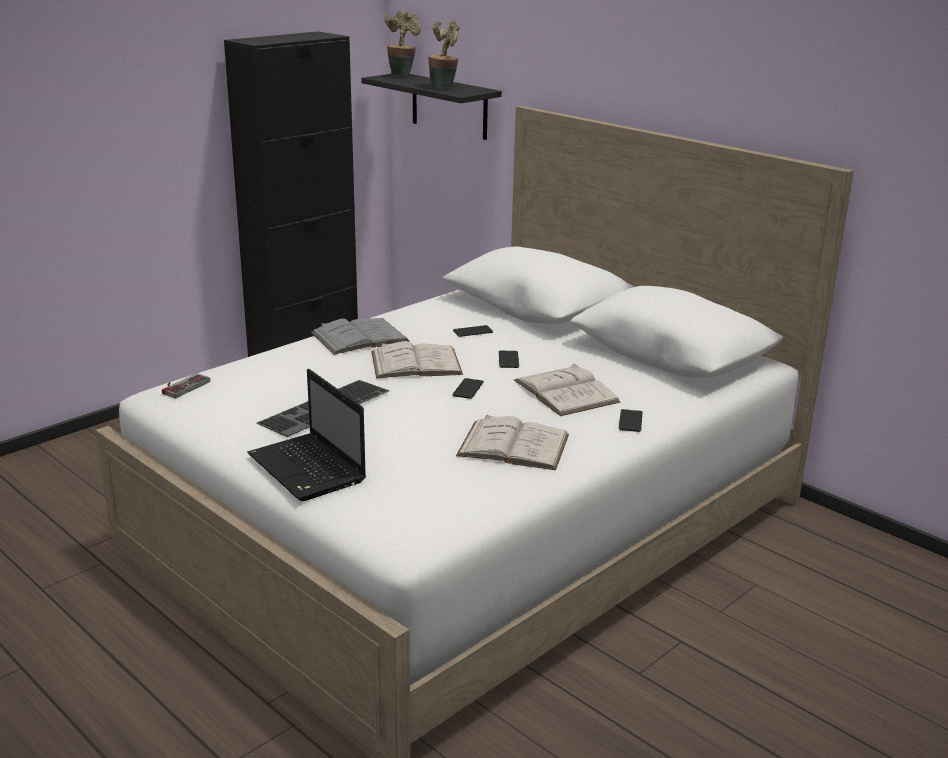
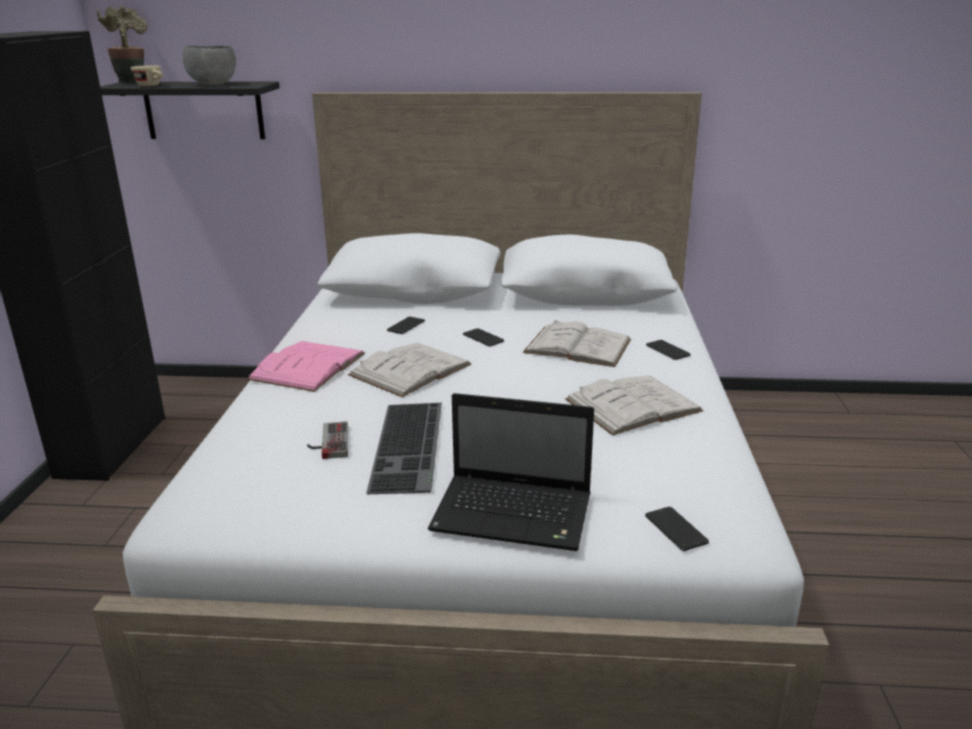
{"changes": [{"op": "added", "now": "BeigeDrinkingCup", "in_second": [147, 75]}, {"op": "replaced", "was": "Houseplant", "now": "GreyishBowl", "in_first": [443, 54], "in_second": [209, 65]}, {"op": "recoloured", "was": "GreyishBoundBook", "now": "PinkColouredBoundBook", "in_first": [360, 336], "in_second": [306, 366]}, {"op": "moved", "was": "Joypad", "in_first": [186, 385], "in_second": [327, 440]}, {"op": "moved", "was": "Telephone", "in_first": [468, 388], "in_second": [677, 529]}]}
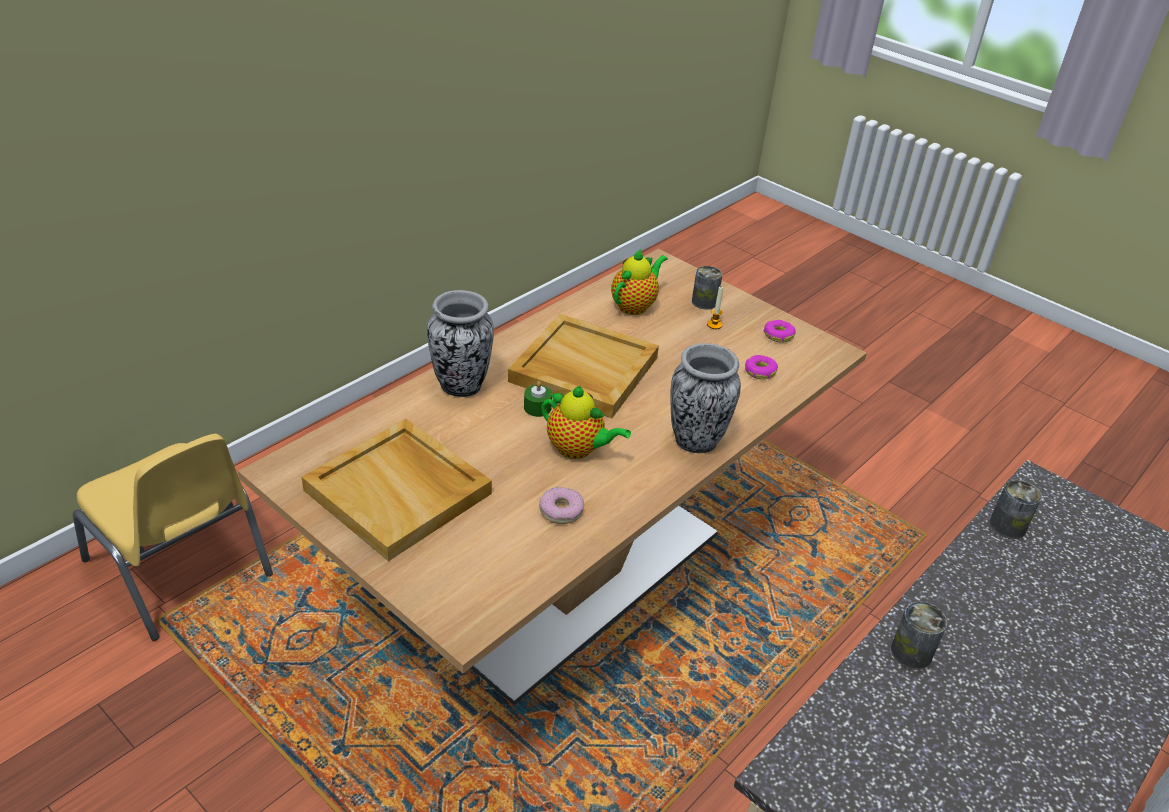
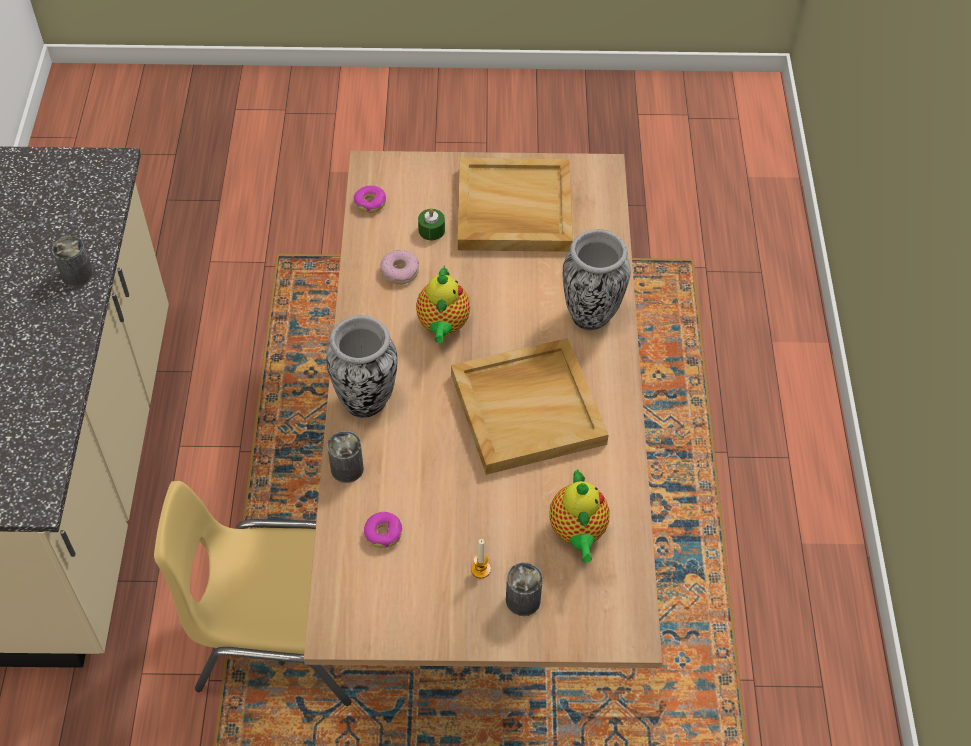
{"changes": [{"op": "moved", "was": "YellowishChair", "in_first": [173, 537], "in_second": [252, 593]}, {"op": "moved", "was": "Can", "in_first": [1016, 509], "in_second": [345, 457]}, {"op": "moved", "was": "Donut", "in_first": [780, 331], "in_second": [370, 199]}, {"op": "turned", "was": "Teapot", "in_first": [586, 422], "in_second": [443, 304], "clockwise": -75}, {"op": "moved", "was": "GreenWaxCandle", "in_first": [538, 399], "in_second": [431, 224]}]}
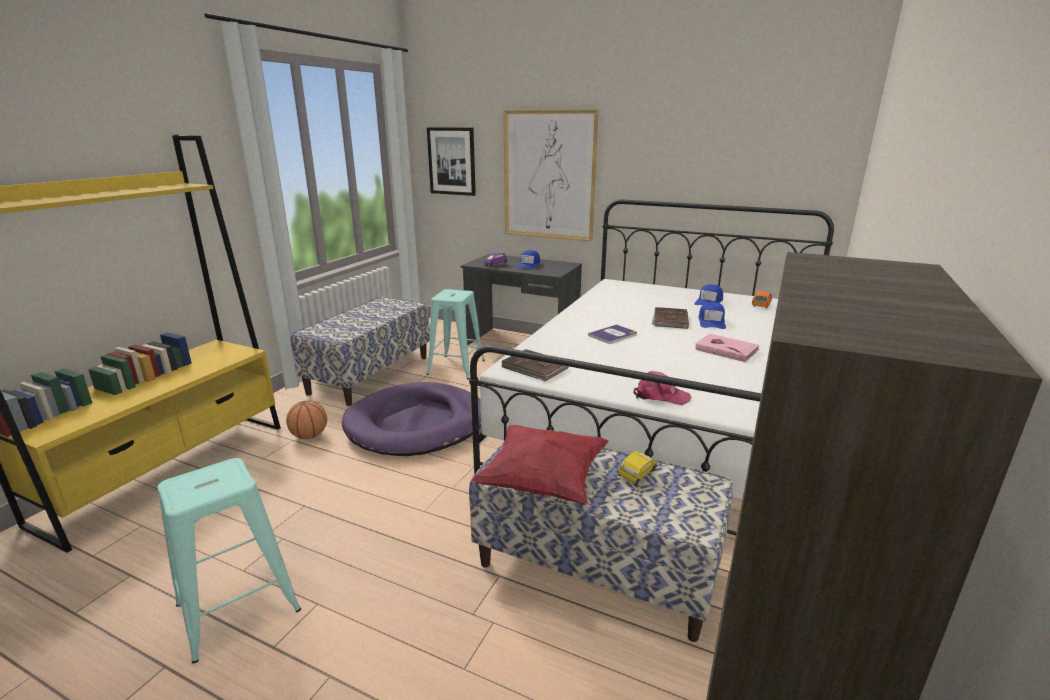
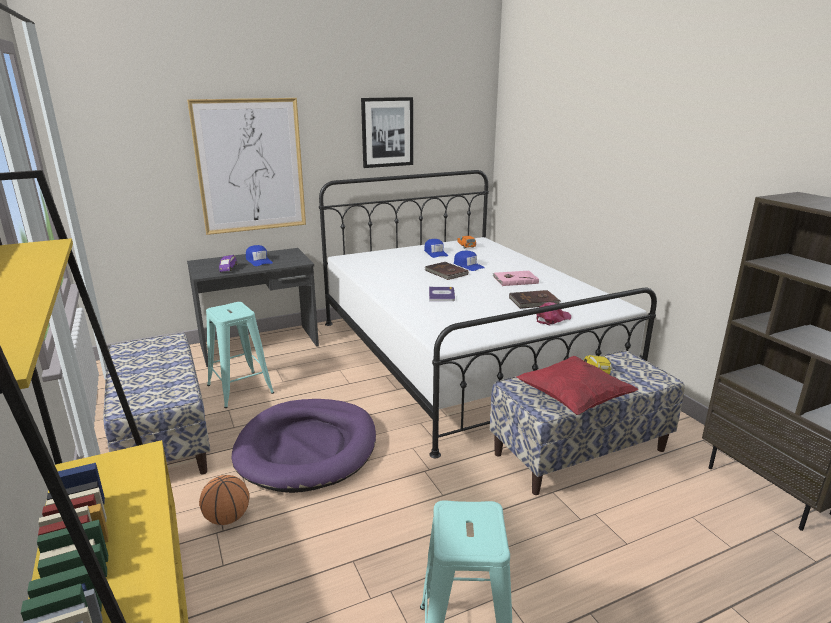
{"changes": [{"op": "moved", "was": "WallArt", "in_first": [451, 161], "in_second": [387, 132]}, {"op": "moved", "was": "BrownishBoundBook", "in_first": [535, 365], "in_second": [535, 299]}]}
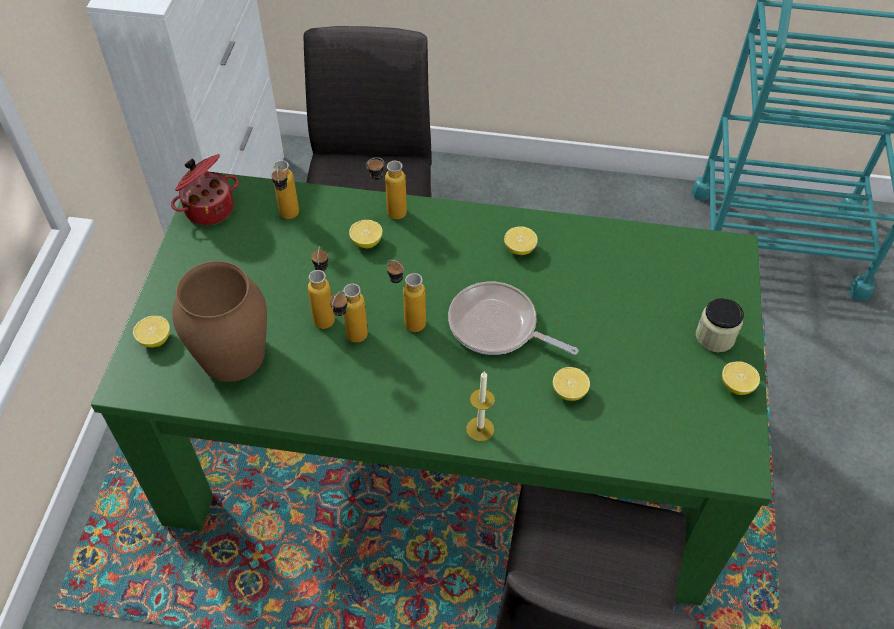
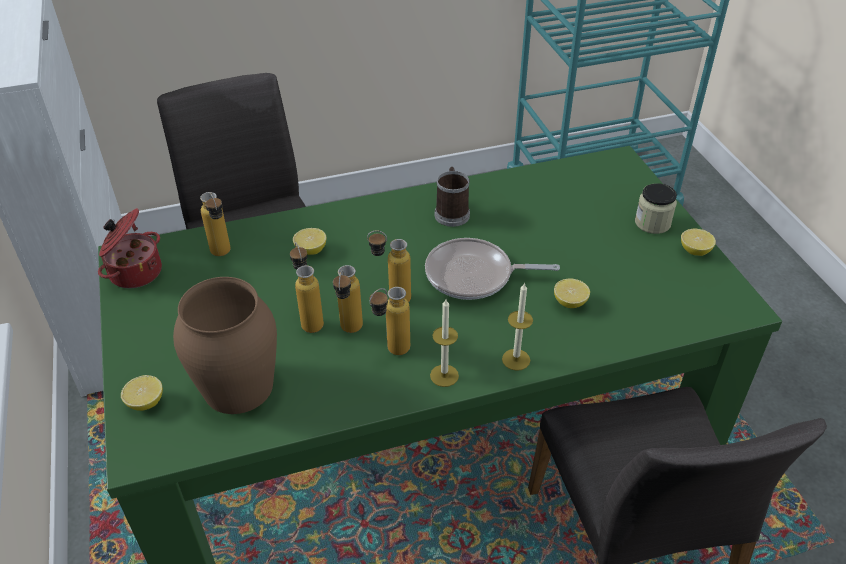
{"changes": [{"op": "moved", "was": "Bottle", "in_first": [386, 188], "in_second": [389, 321]}, {"op": "added", "now": "WaxCandle", "in_second": [444, 343]}, {"op": "replaced", "was": "Lemon", "now": "TeaMug", "in_first": [521, 240], "in_second": [452, 197]}]}
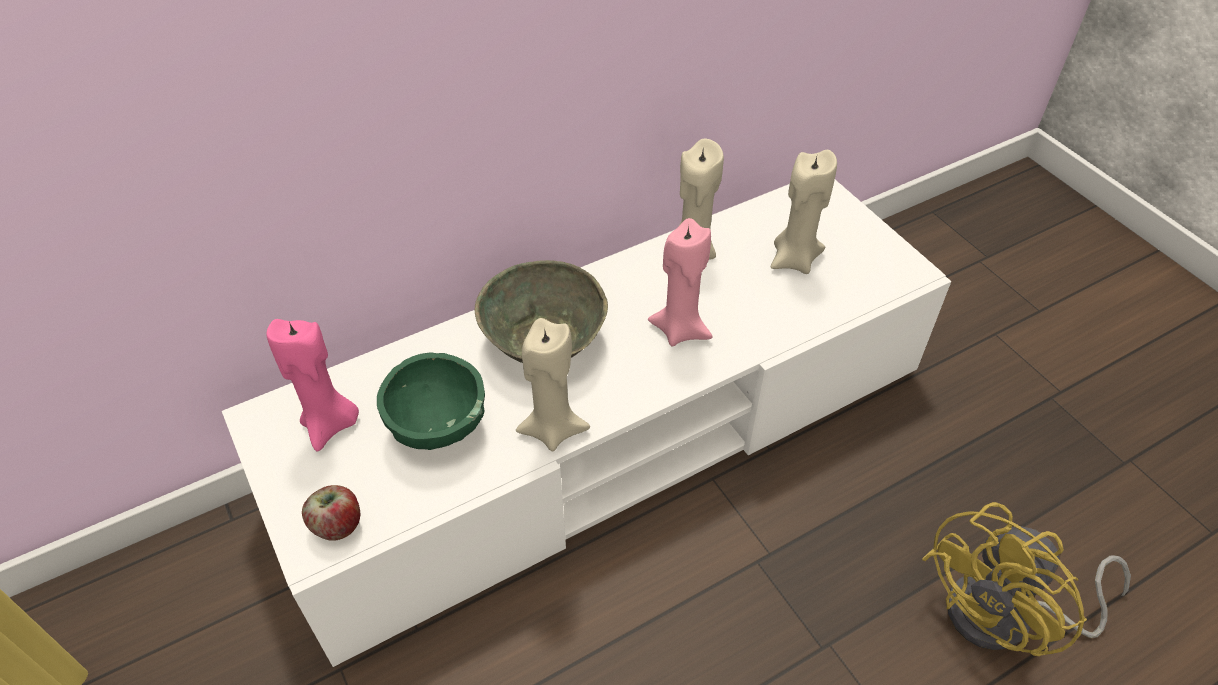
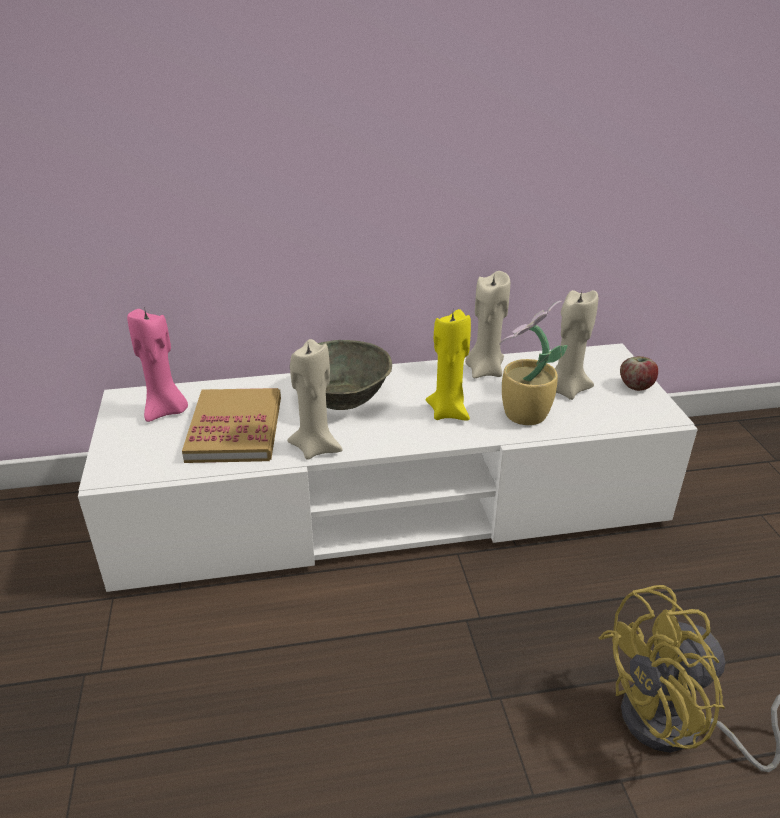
{"changes": [{"op": "replaced", "was": "GreenBowl", "now": "BoundBook", "in_first": [431, 401], "in_second": [231, 425]}, {"op": "recoloured", "was": "PinkColouredWaxCandle", "now": "YellowishWaxCandle", "in_first": [680, 282], "in_second": [448, 365]}, {"op": "added", "now": "Houseplant", "in_second": [533, 363]}, {"op": "moved", "was": "Apple", "in_first": [331, 513], "in_second": [639, 373]}]}
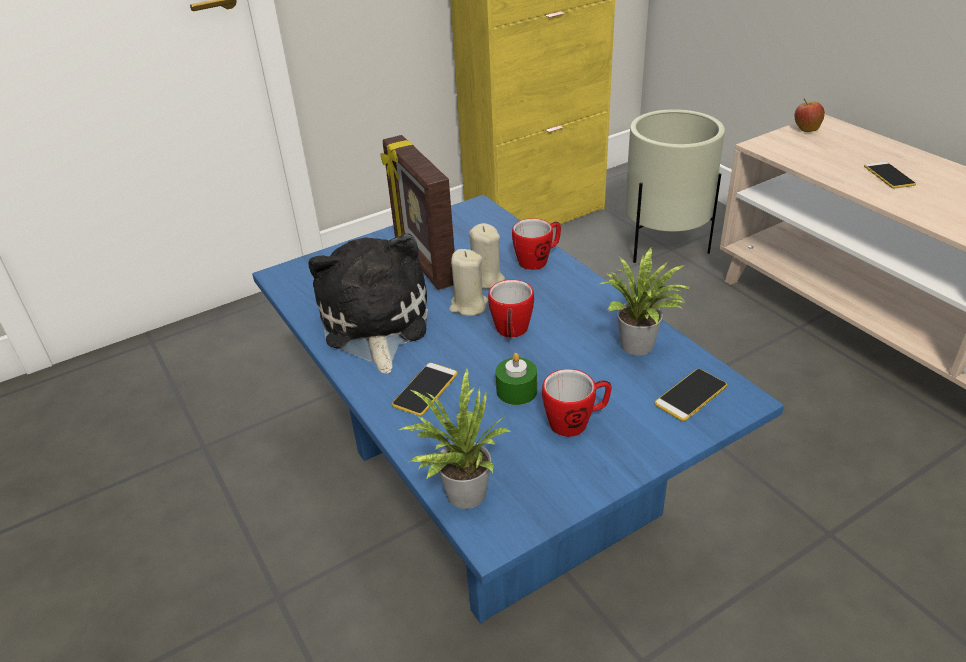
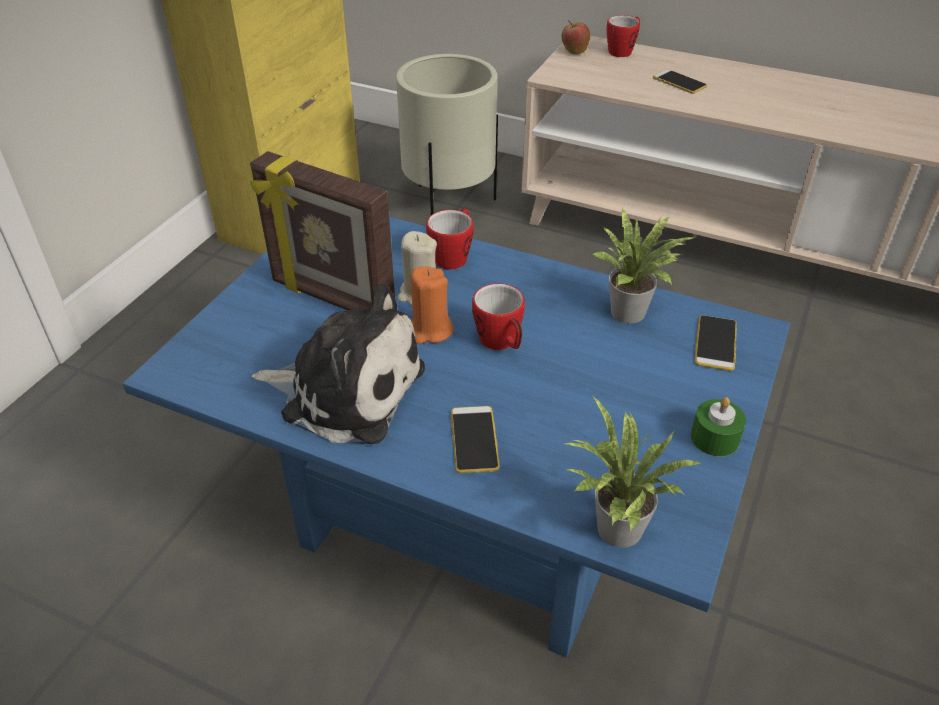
{"changes": [{"op": "turned", "was": "SoftToy", "in_first": [368, 303], "in_second": [338, 363], "clockwise": 150}, {"op": "recoloured", "was": "BeigeWaxCandle", "now": "OrangeColouredWaxCandle", "in_first": [468, 282], "in_second": [432, 305]}, {"op": "moved", "was": "TeaMug", "in_first": [577, 403], "in_second": [623, 36]}, {"op": "moved", "was": "GreenWaxCandle", "in_first": [516, 379], "in_second": [718, 426]}]}
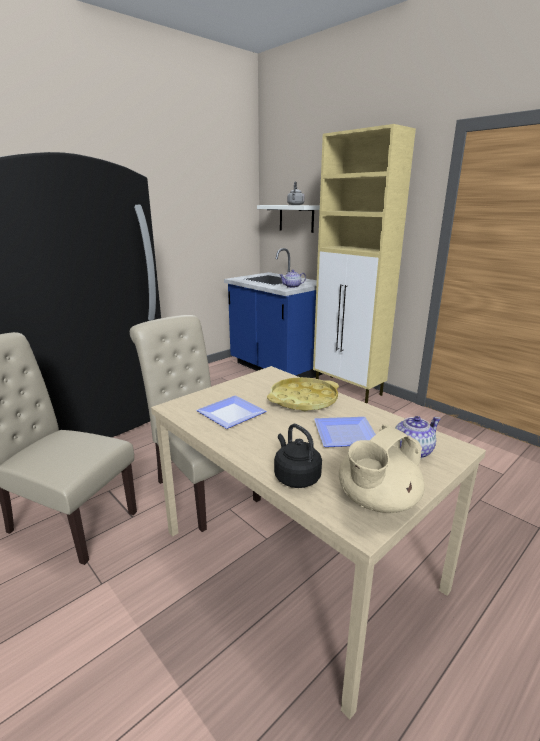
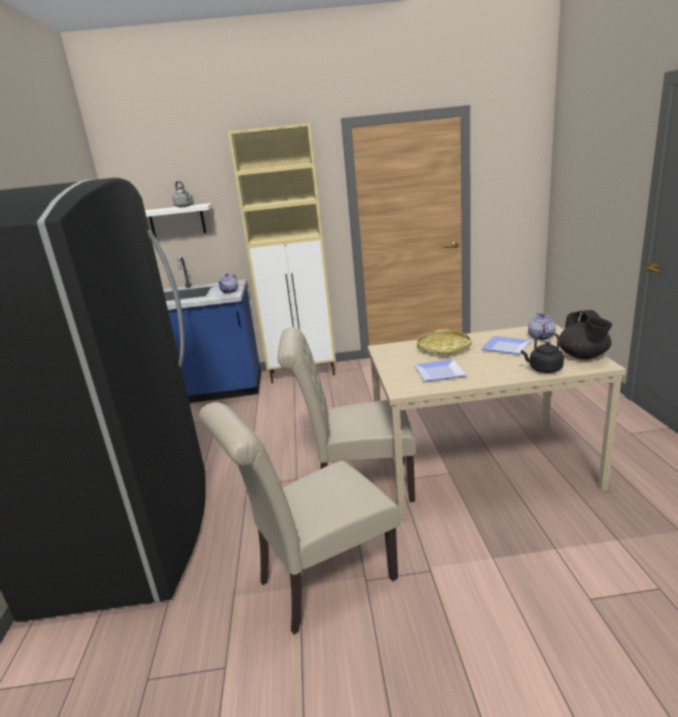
{"changes": [{"op": "recoloured", "was": "BeigeTeapot", "now": "BlackishTeapot", "in_first": [382, 469], "in_second": [585, 335]}]}
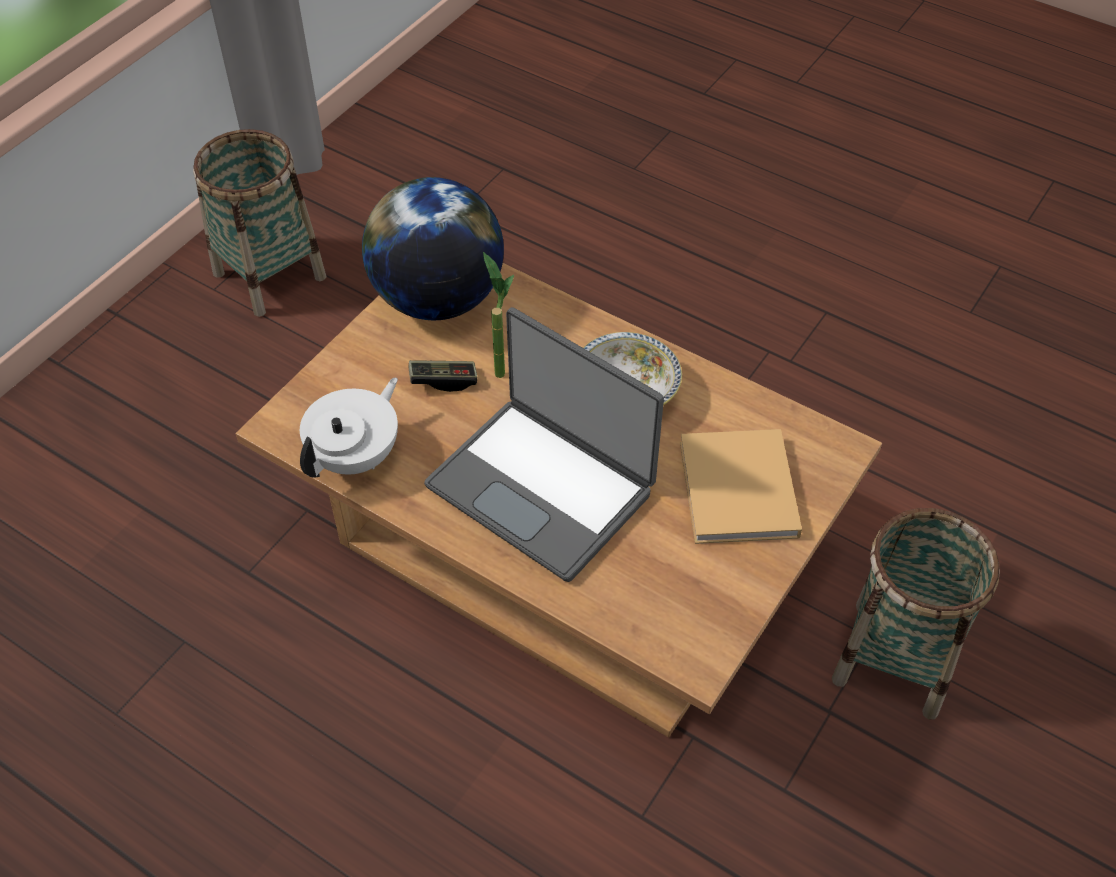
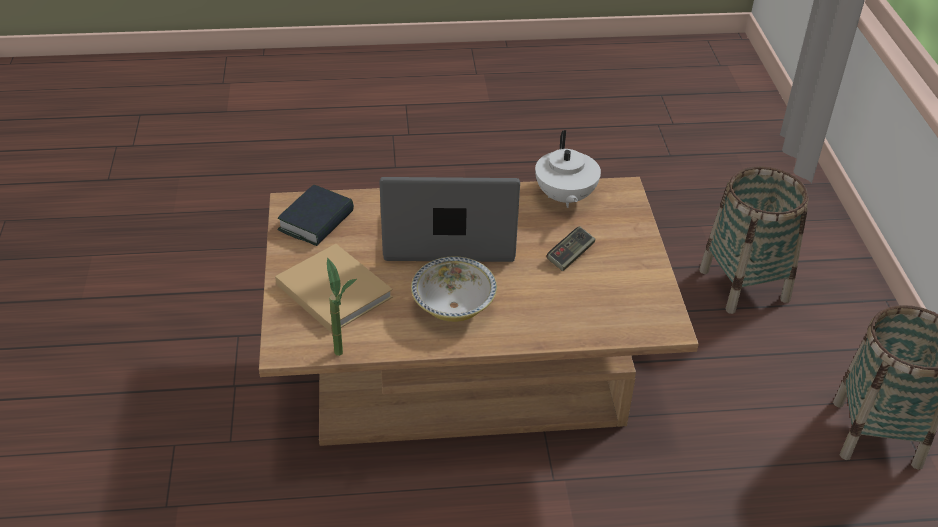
{"changes": [{"op": "added", "now": "BoundBook", "in_second": [316, 215]}, {"op": "moved", "was": "Houseplant", "in_first": [498, 315], "in_second": [342, 307]}, {"op": "moved", "was": "HouseholdBasket", "in_first": [916, 614], "in_second": [754, 240]}, {"op": "removed", "was": "Globe", "in_first": [433, 248]}]}
